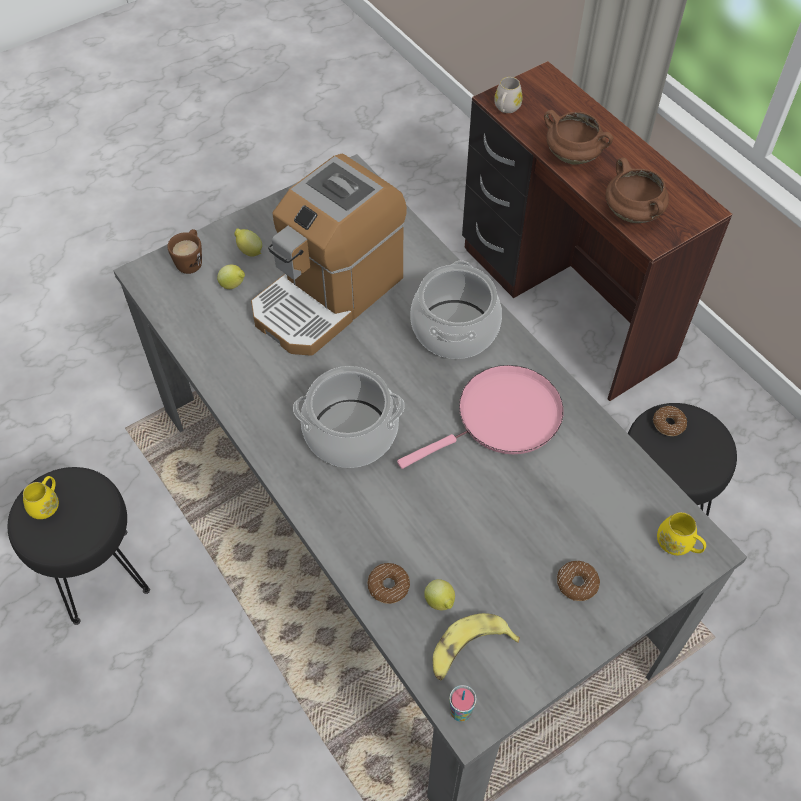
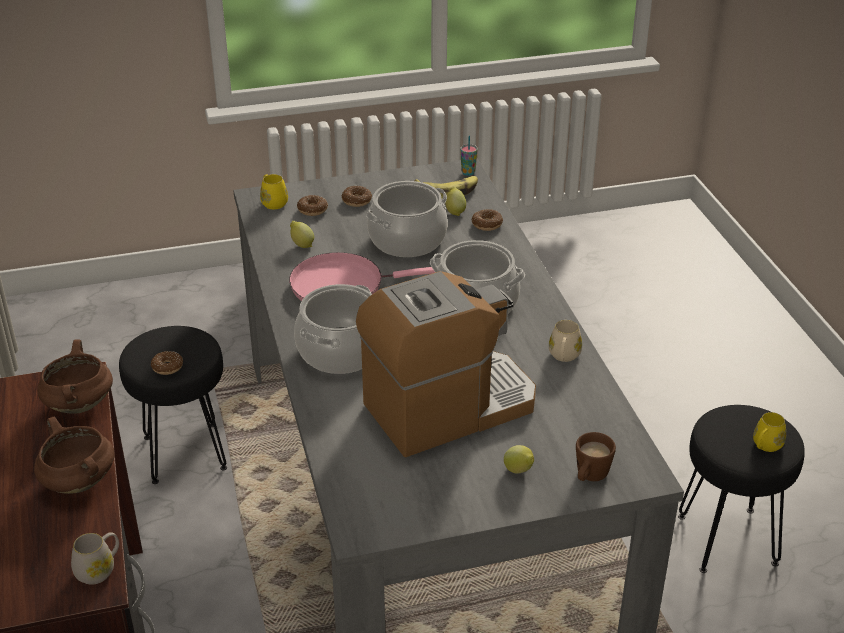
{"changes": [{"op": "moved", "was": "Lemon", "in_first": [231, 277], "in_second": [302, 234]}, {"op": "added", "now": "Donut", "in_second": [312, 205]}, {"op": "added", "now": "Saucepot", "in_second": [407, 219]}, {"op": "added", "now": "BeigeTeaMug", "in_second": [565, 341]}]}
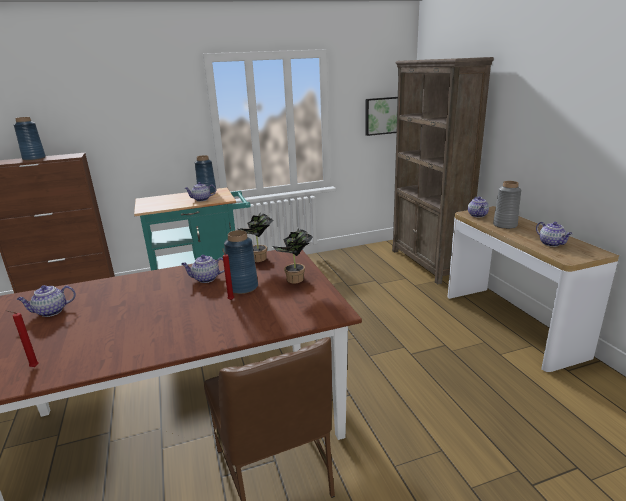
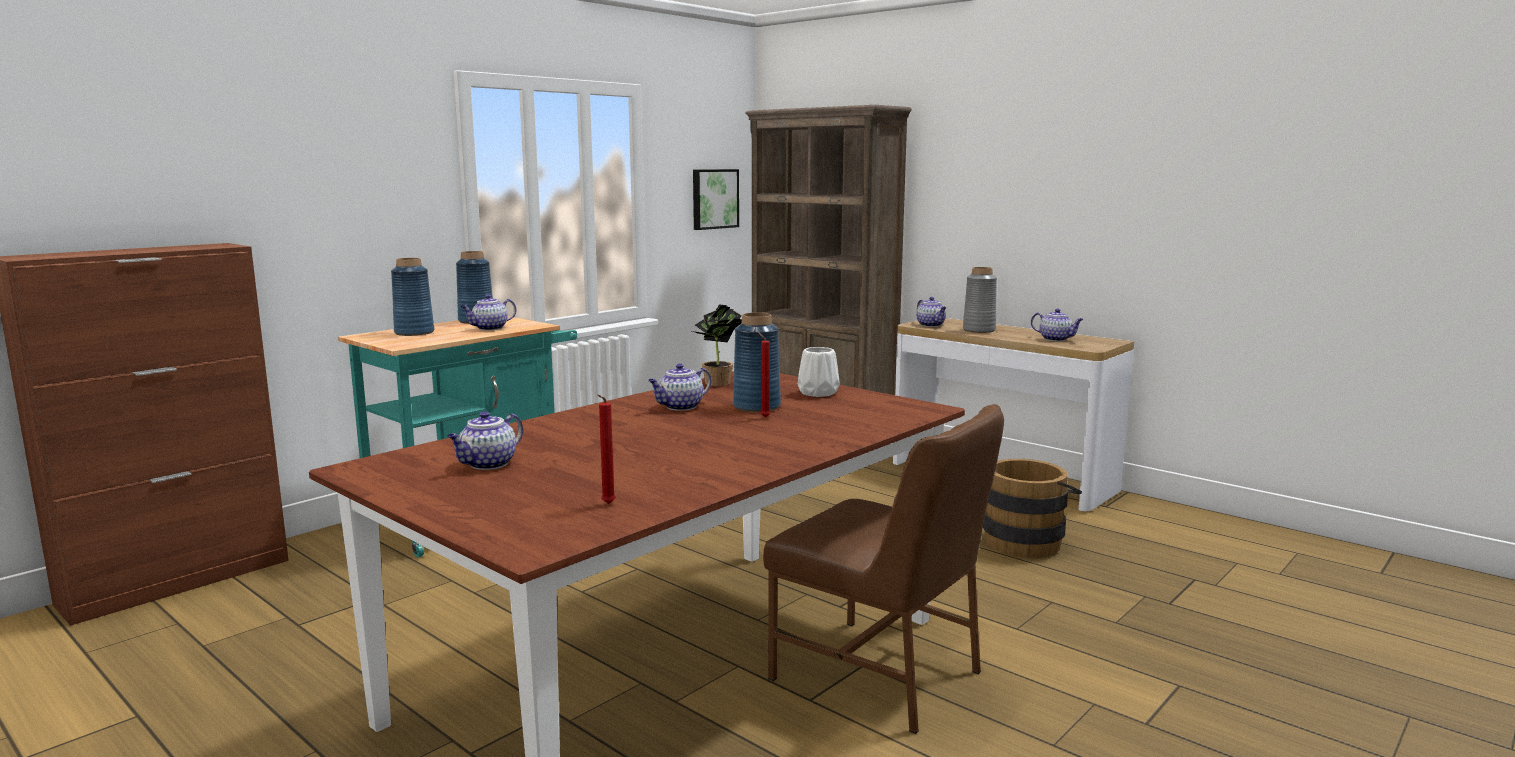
{"changes": [{"op": "moved", "was": "BlueFlowerVase", "in_first": [30, 139], "in_second": [412, 297]}, {"op": "replaced", "was": "Houseplant", "now": "WhiteColouredFlowerVase", "in_first": [293, 255], "in_second": [819, 372]}, {"op": "added", "now": "BrownishPail", "in_second": [1032, 508]}]}
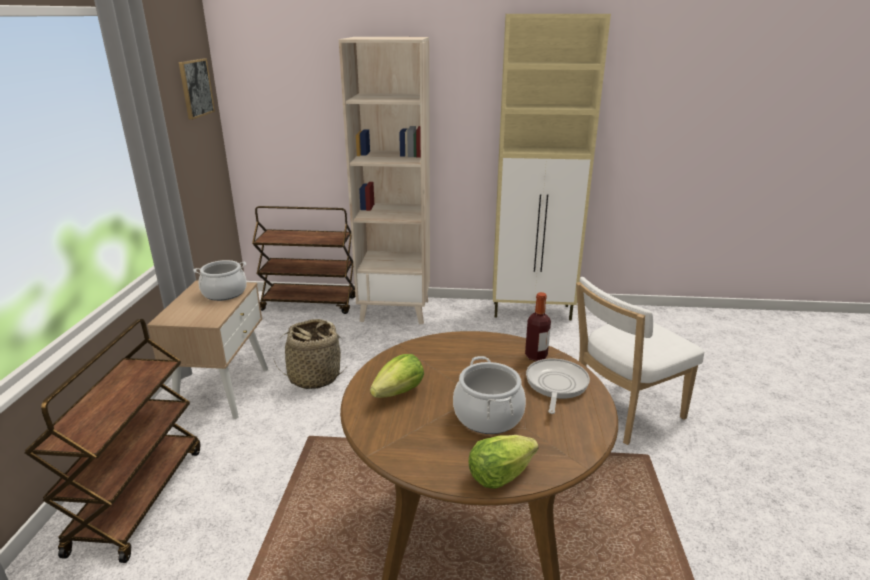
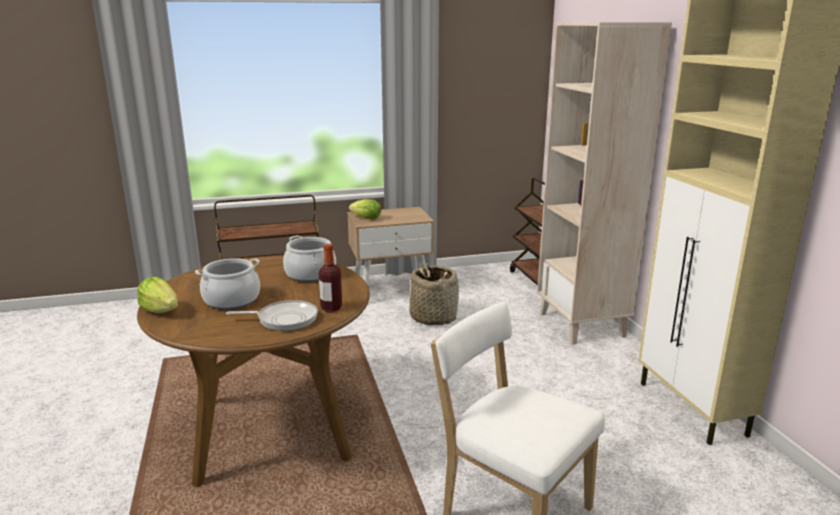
{"changes": [{"op": "moved", "was": "Saucepot", "in_first": [220, 280], "in_second": [309, 258]}, {"op": "moved", "was": "Lettuce", "in_first": [397, 376], "in_second": [365, 209]}, {"op": "removed", "was": "WallArt", "in_first": [197, 89]}]}
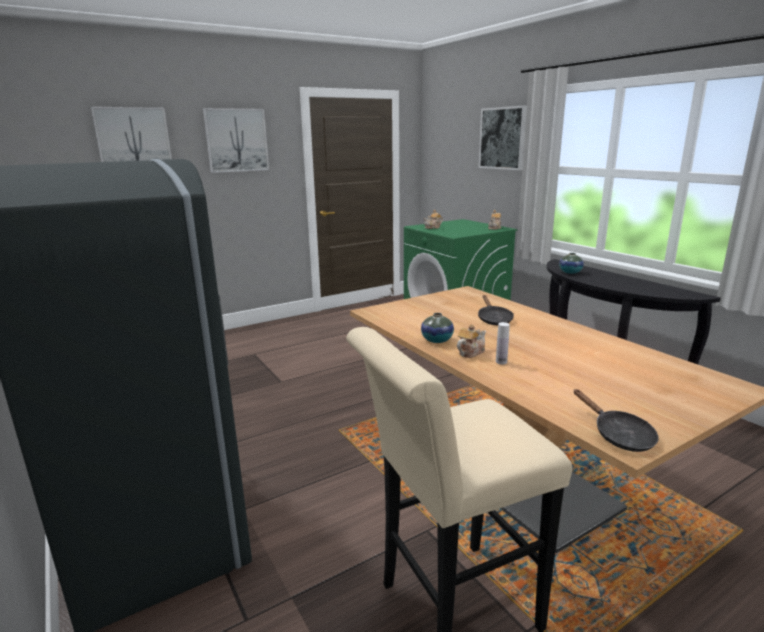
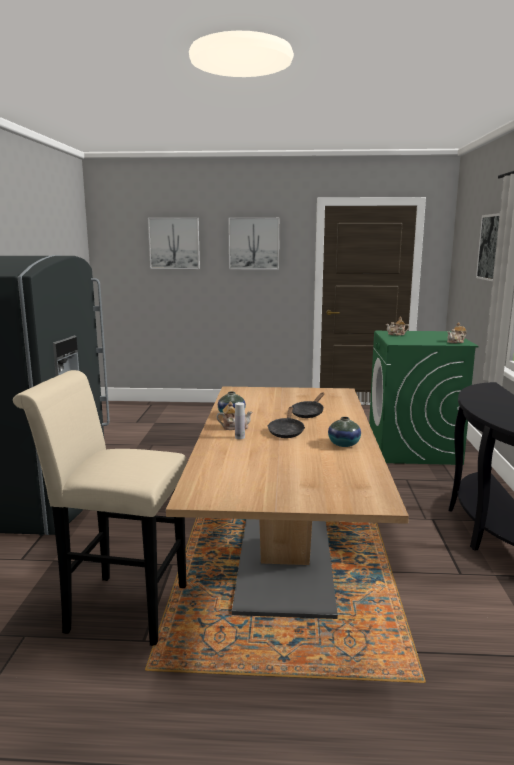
{"changes": [{"op": "moved", "was": "BlackishPan", "in_first": [616, 420], "in_second": [286, 422]}, {"op": "moved", "was": "FlowerVase", "in_first": [571, 263], "in_second": [344, 432]}]}
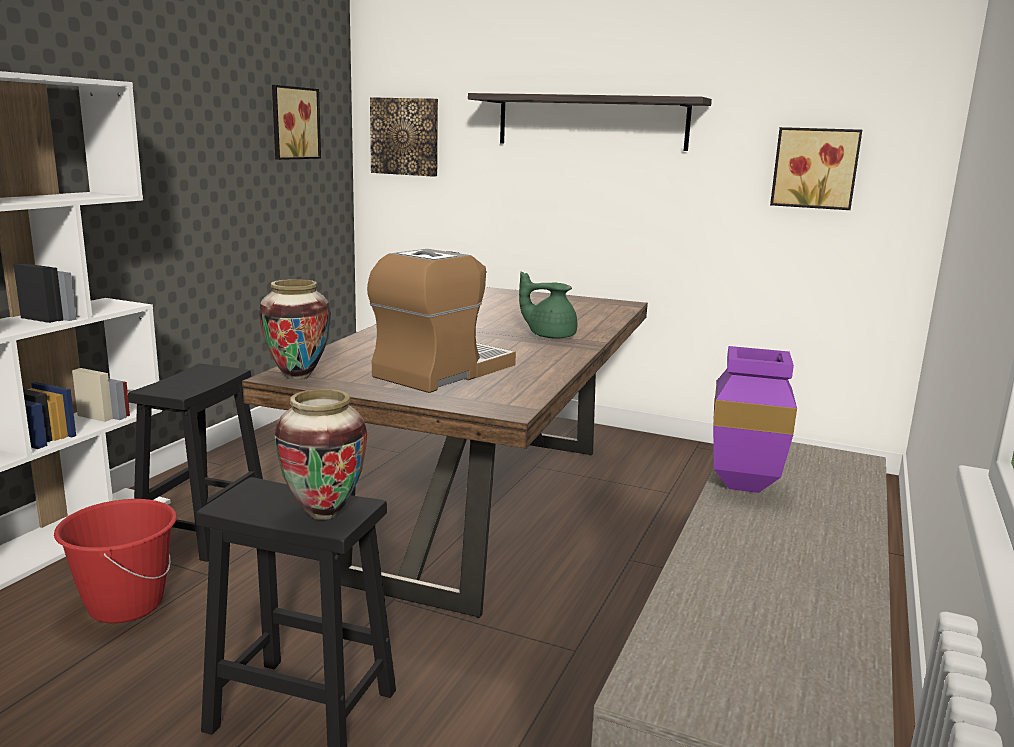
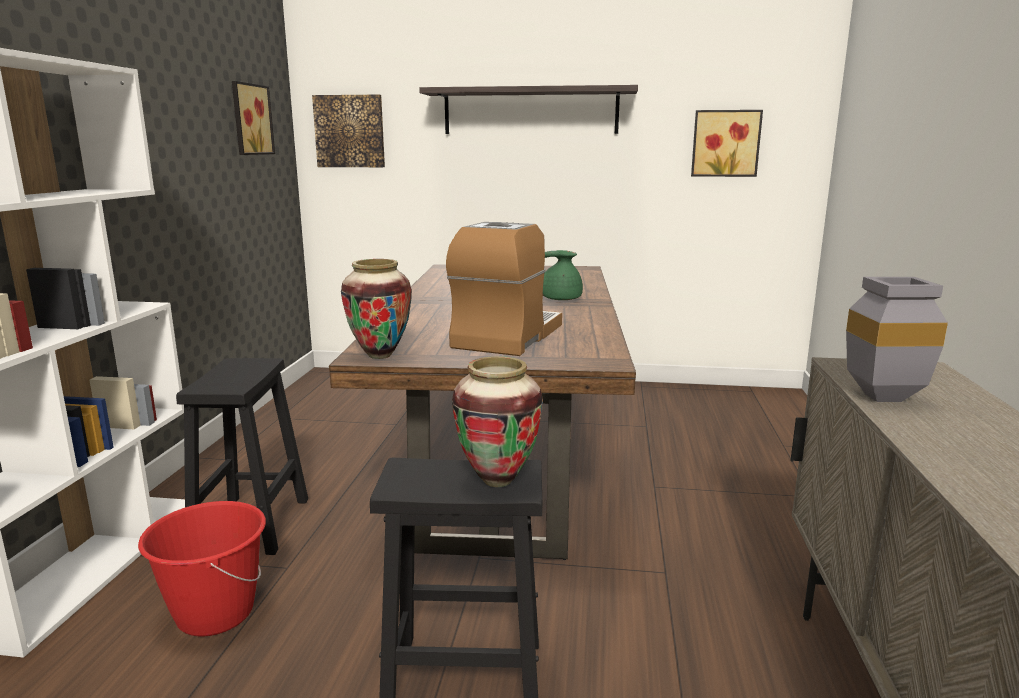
{"changes": [{"op": "recoloured", "was": "PurpleFlowerVase", "now": "GreyishFlowerVase", "in_first": [755, 419], "in_second": [897, 339]}]}
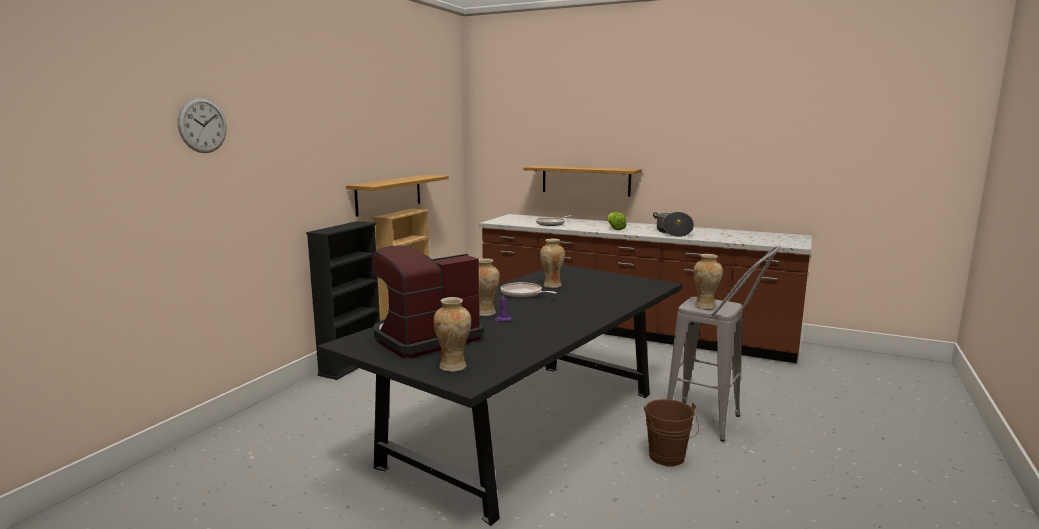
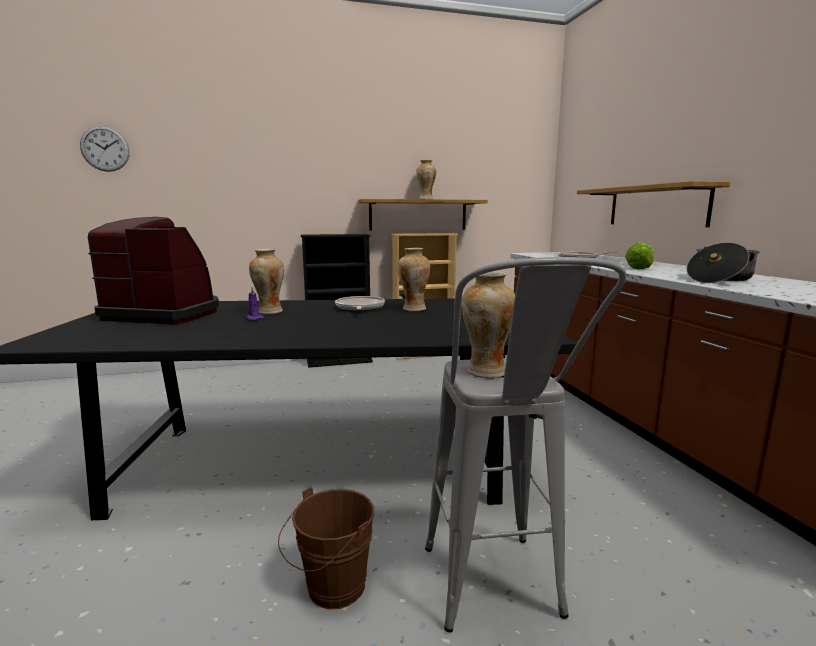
{"changes": [{"op": "moved", "was": "WallClock", "in_first": [201, 125], "in_second": [105, 148]}, {"op": "moved", "was": "FlowerVase", "in_first": [452, 334], "in_second": [426, 179]}]}
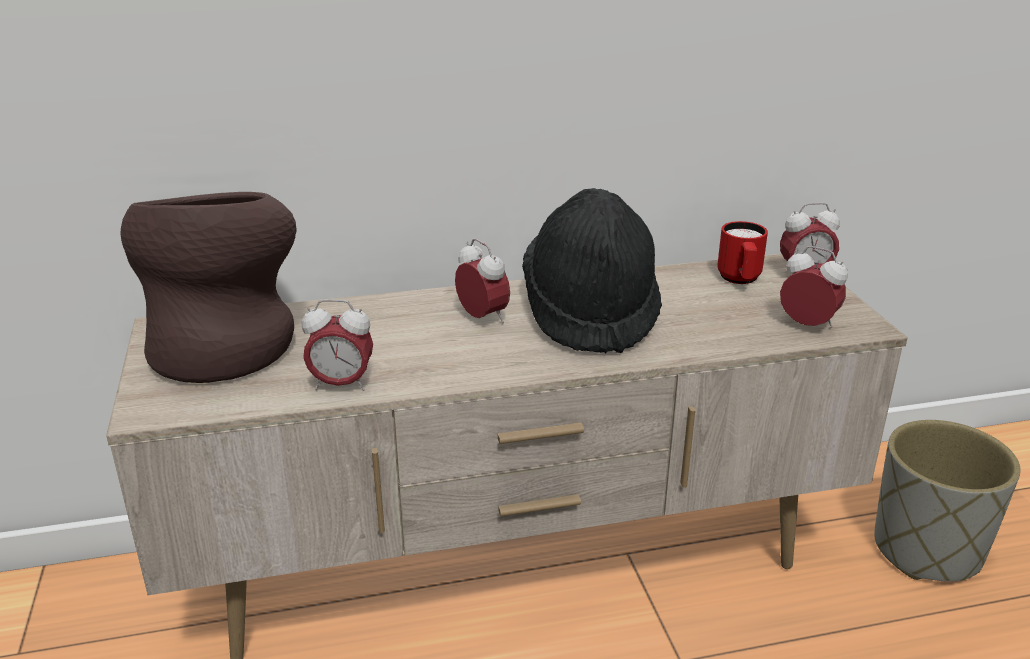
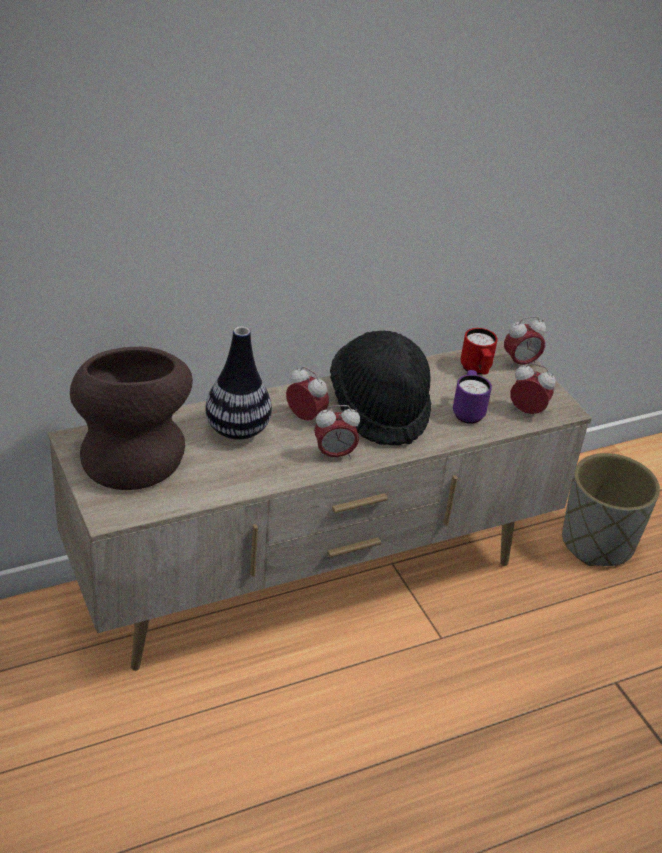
{"changes": [{"op": "added", "now": "FlowerVase", "in_second": [238, 383]}, {"op": "moved", "was": "BedsideClock", "in_first": [337, 345], "in_second": [337, 432]}, {"op": "added", "now": "PurpleTeaMug", "in_second": [472, 397]}]}
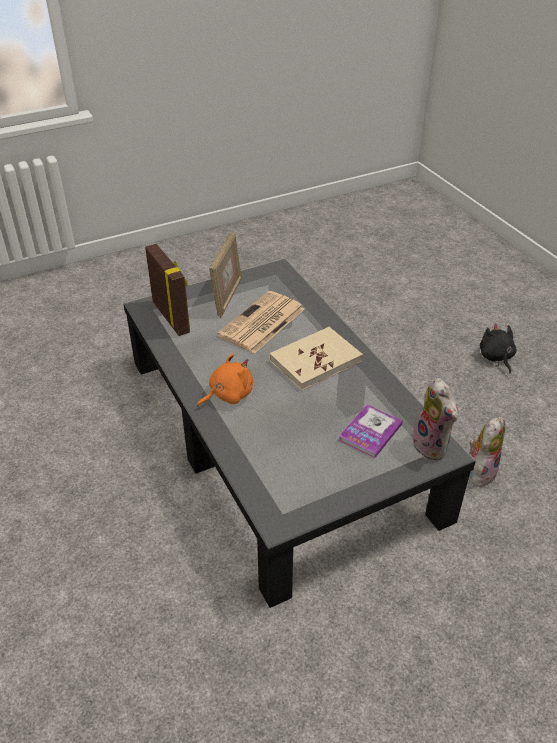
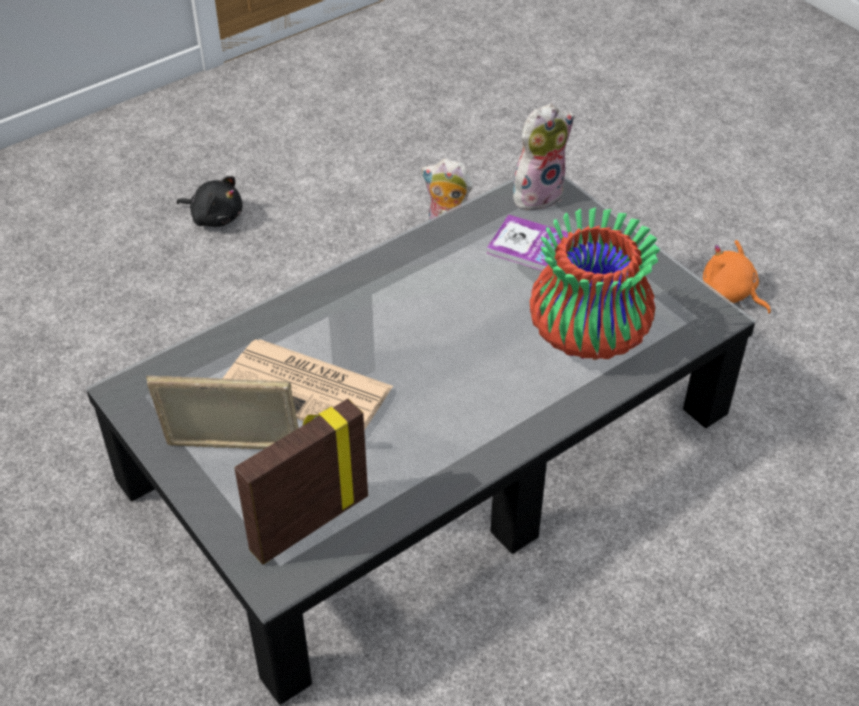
{"changes": [{"op": "turned", "was": "BlackishSoftToy", "in_first": [498, 348], "in_second": [209, 201], "clockwise": -135}, {"op": "added", "now": "FlowerVase", "in_second": [595, 283]}, {"op": "moved", "was": "OrangeColouredSoftToy", "in_first": [225, 380], "in_second": [737, 277]}, {"op": "removed", "was": "BeigeBoundBook", "in_first": [316, 359]}]}
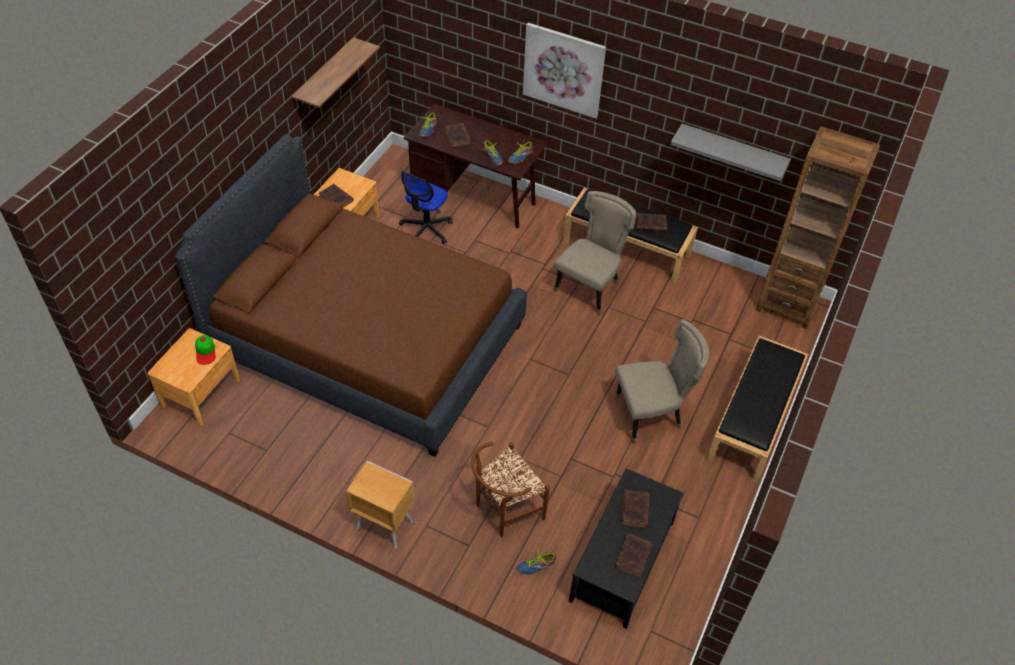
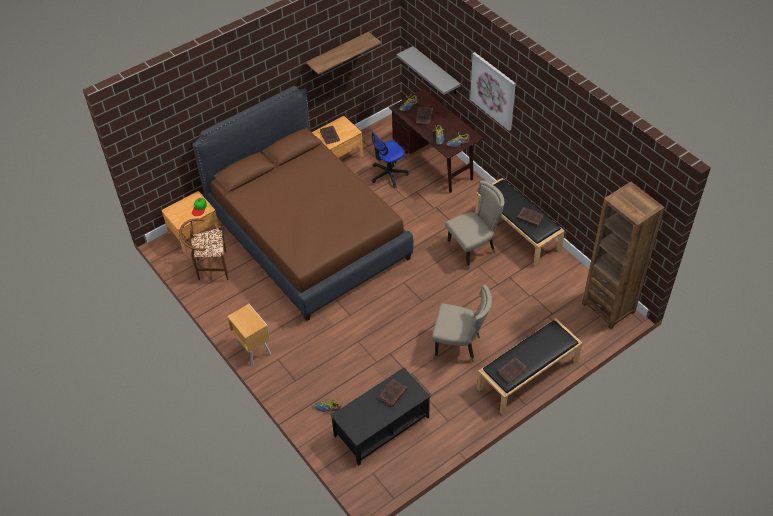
{"changes": [{"op": "moved", "was": "BrownishChair", "in_first": [510, 489], "in_second": [203, 249]}, {"op": "moved", "was": "GreyishShelf", "in_first": [730, 152], "in_second": [428, 70]}, {"op": "moved", "was": "BrownishBoundBook", "in_first": [634, 555], "in_second": [512, 370]}]}
